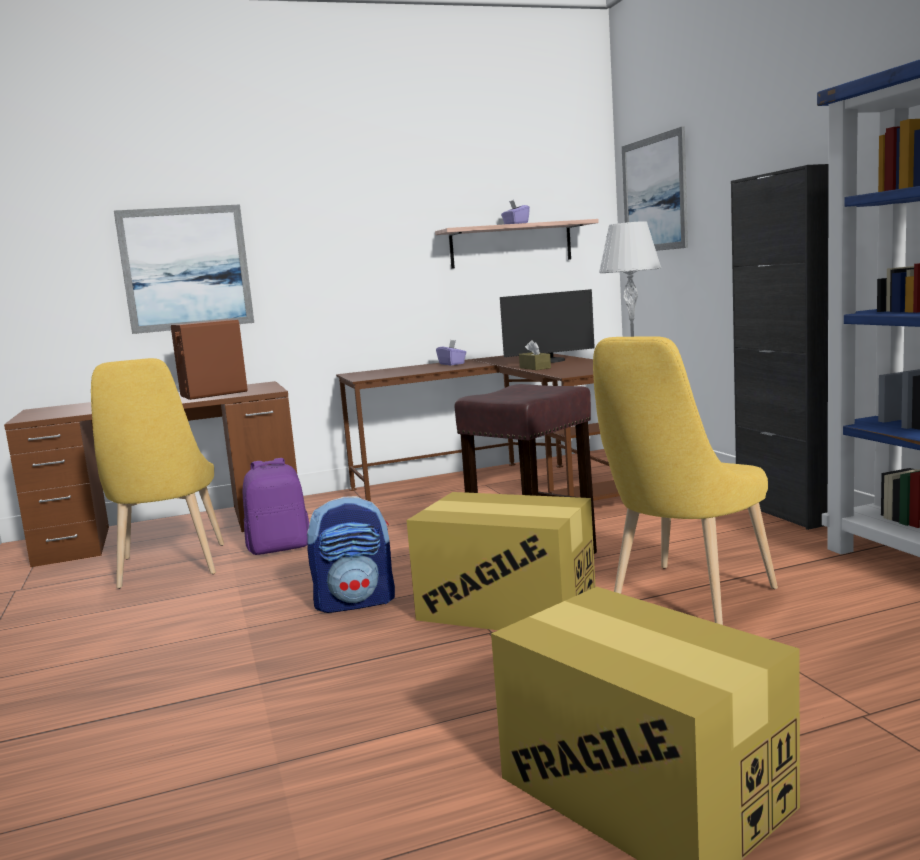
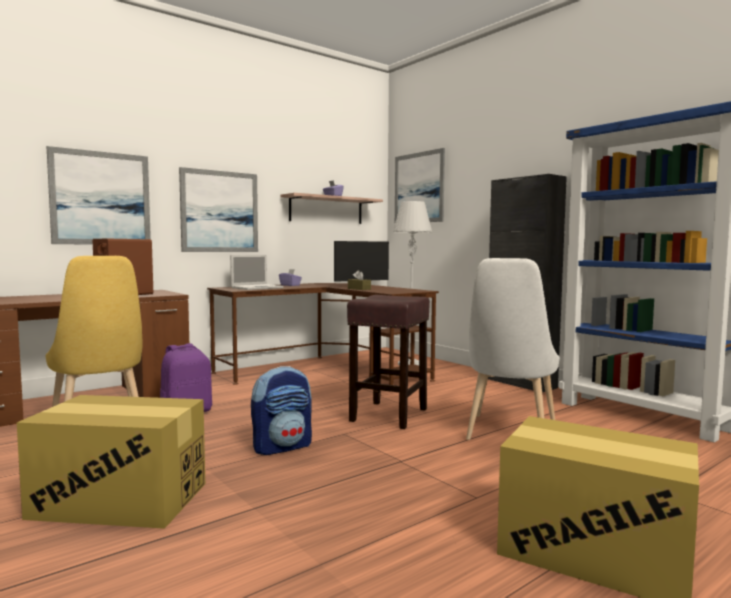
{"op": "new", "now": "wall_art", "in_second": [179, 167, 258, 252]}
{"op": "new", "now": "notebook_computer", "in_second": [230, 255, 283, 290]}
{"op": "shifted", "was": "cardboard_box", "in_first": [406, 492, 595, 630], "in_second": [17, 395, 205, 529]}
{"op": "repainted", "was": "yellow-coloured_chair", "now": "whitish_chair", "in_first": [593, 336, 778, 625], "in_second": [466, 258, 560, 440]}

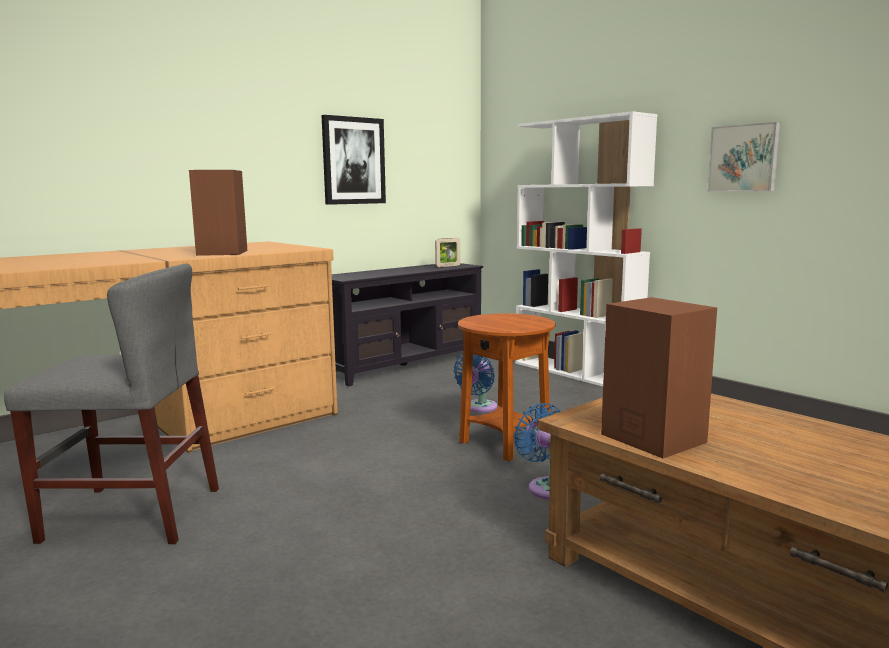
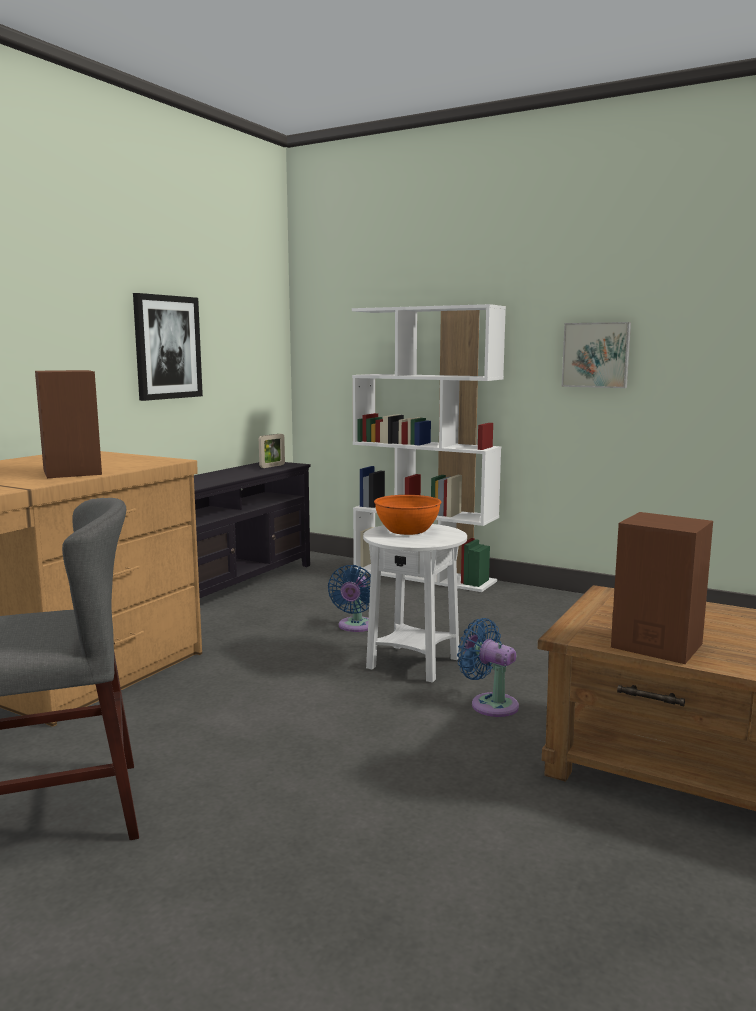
{"op": "new", "now": "orange-coloured_serving_bowl", "in_second": [374, 495, 441, 535]}
{"op": "repainted", "was": "brown_end_table", "now": "whitish_end_table", "in_first": [458, 313, 555, 461], "in_second": [363, 524, 467, 683]}

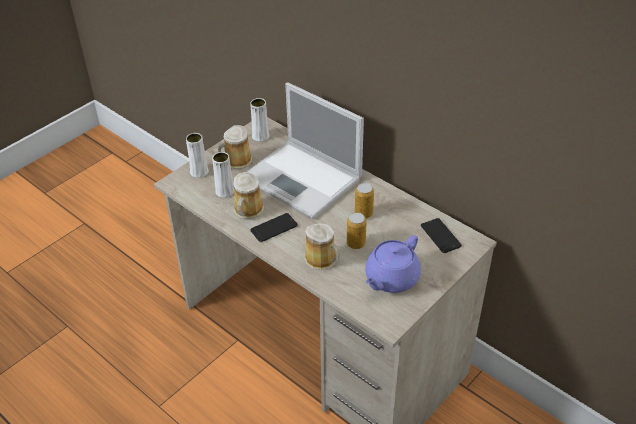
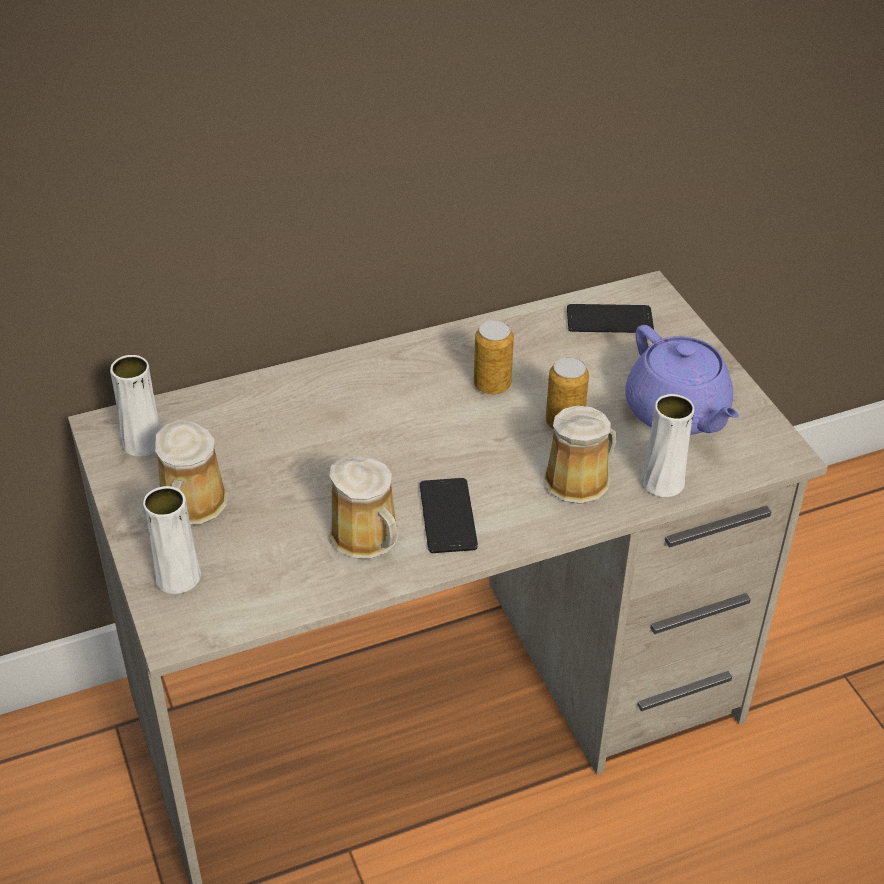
{"op": "gone", "was": "notebook_computer", "in_first": [247, 82, 364, 219]}
{"op": "shifted", "was": "whitish_flower_vase", "in_first": [212, 152, 234, 198], "in_second": [641, 394, 694, 497]}

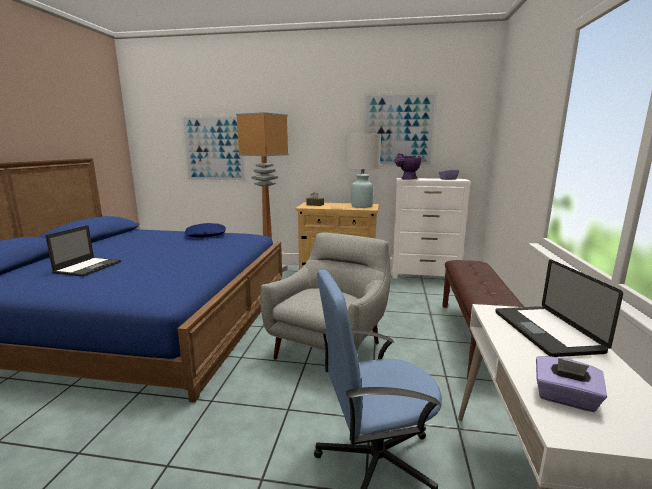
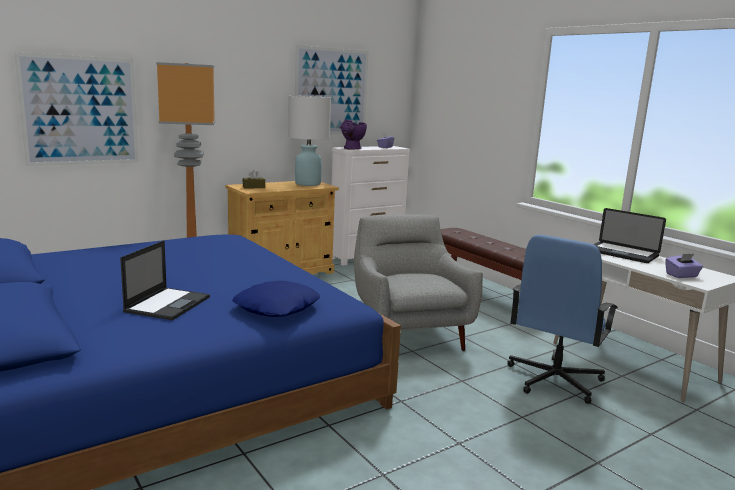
{"op": "shifted", "was": "bluish_throw_pillow", "in_first": [184, 223, 226, 238], "in_second": [232, 281, 320, 317]}
{"op": "rotated", "was": "notebook_computer", "in_first": [45, 225, 121, 277], "in_second": [120, 240, 210, 320], "clockwise": 45}

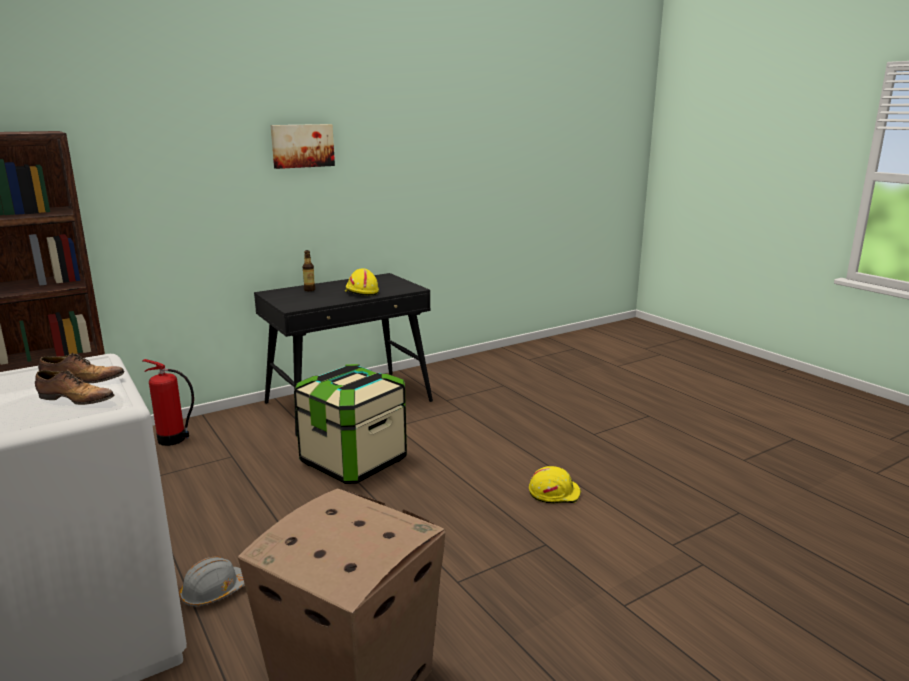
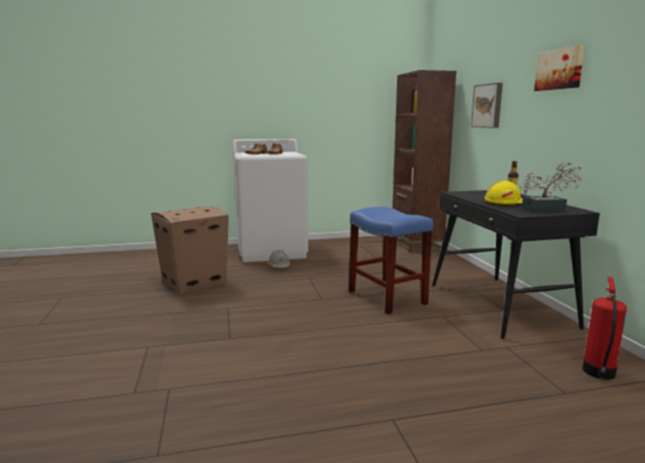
{"op": "gone", "was": "yellow-coloured_safety_helmet", "in_first": [529, 466, 581, 503]}
{"op": "new", "now": "wall_art", "in_second": [471, 83, 503, 128]}
{"op": "new", "now": "potted_plant", "in_second": [519, 162, 582, 213]}
{"op": "shifted", "was": "extinguisher", "in_first": [142, 359, 194, 446], "in_second": [582, 277, 627, 380]}
{"op": "swapped", "was": "storage_container", "now": "bluish_sitting_stool", "in_first": [294, 364, 407, 484], "in_second": [349, 207, 433, 315]}

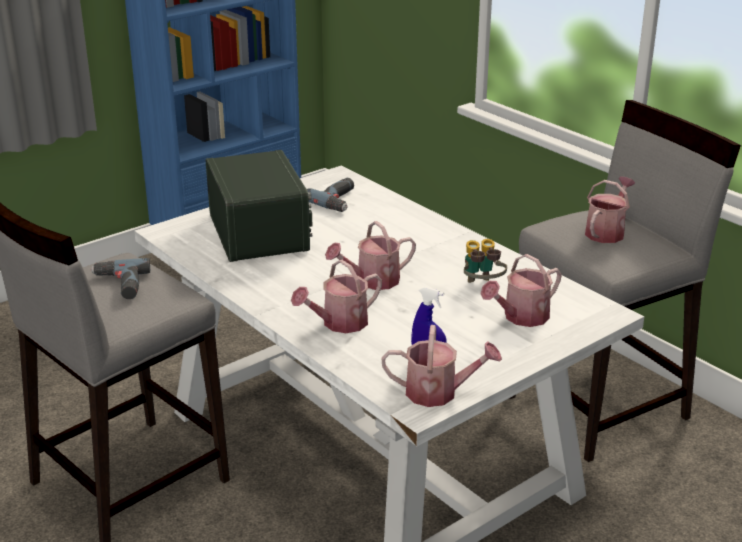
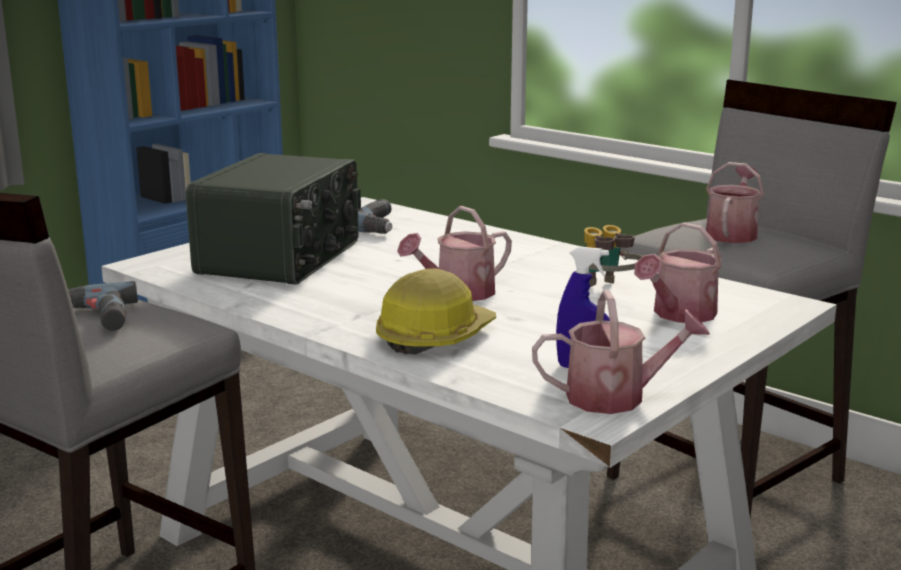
{"op": "swapped", "was": "watering_pot", "now": "safety_helmet", "in_first": [291, 260, 382, 333], "in_second": [376, 268, 496, 354]}
{"op": "rotated", "was": "radio_receiver", "in_first": [206, 150, 312, 262], "in_second": [186, 153, 361, 285], "clockwise": 45}

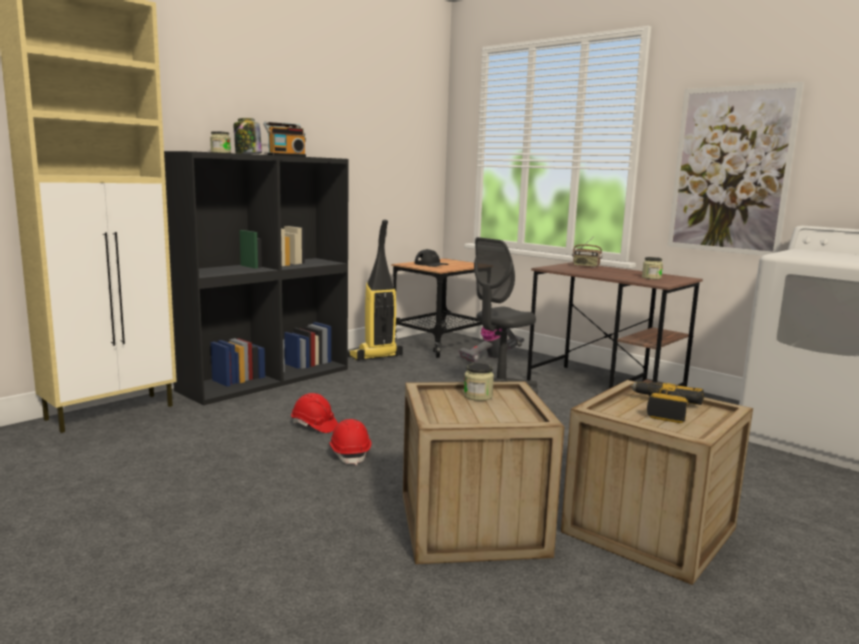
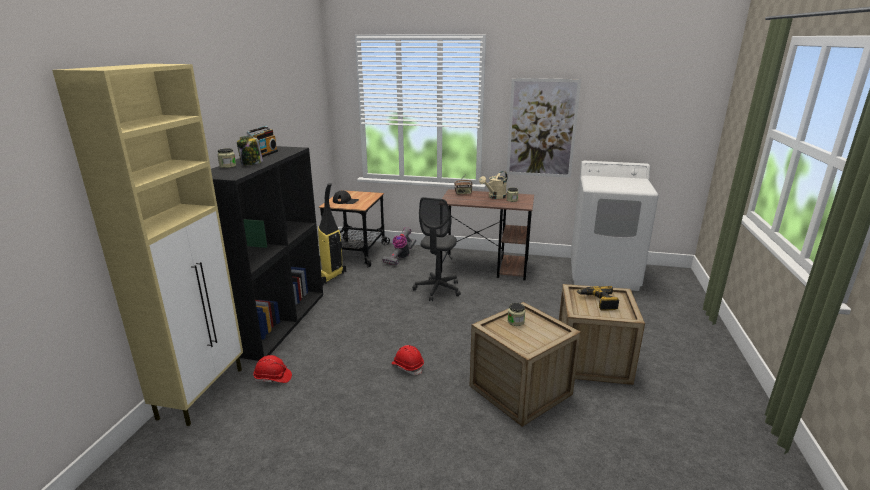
{"op": "new", "now": "beige_watering_pot", "in_second": [479, 171, 508, 199]}
{"op": "shifted", "was": "red-coloured_safety_helmet", "in_first": [291, 393, 338, 433], "in_second": [253, 355, 292, 383]}

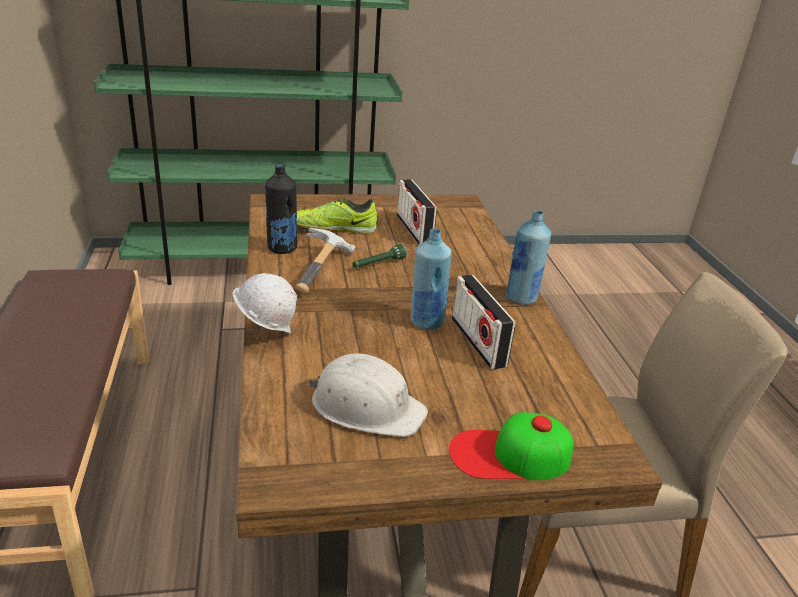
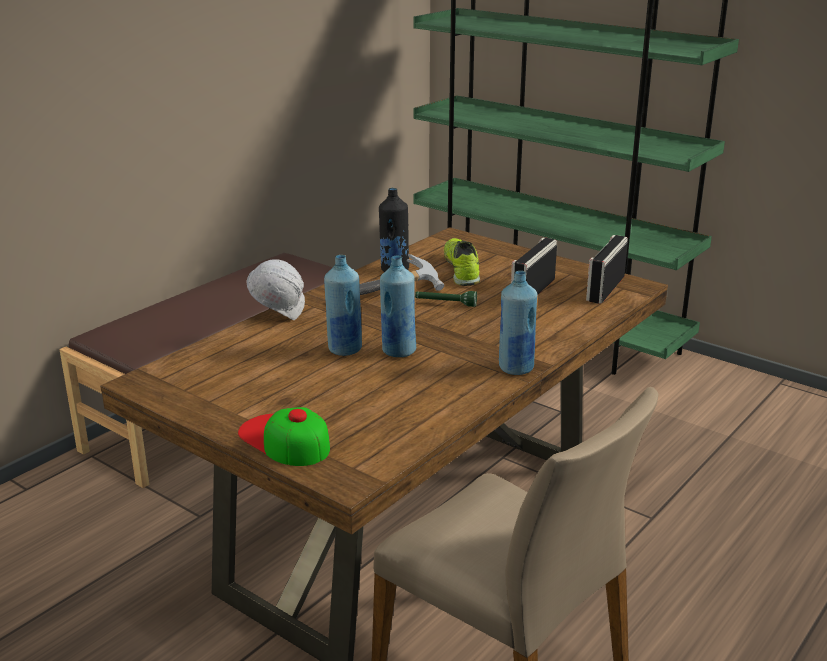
{"op": "gone", "was": "whitish_safety_helmet", "in_first": [308, 353, 428, 437]}
{"op": "new", "now": "bluish_drink_bottle", "in_second": [324, 255, 362, 356]}
{"op": "shifted", "was": "radio_receiver", "in_first": [452, 275, 515, 369], "in_second": [586, 235, 628, 304]}
{"op": "rotated", "was": "item_of_footwear", "in_first": [297, 198, 377, 234], "in_second": [444, 238, 480, 286], "clockwise": 45}

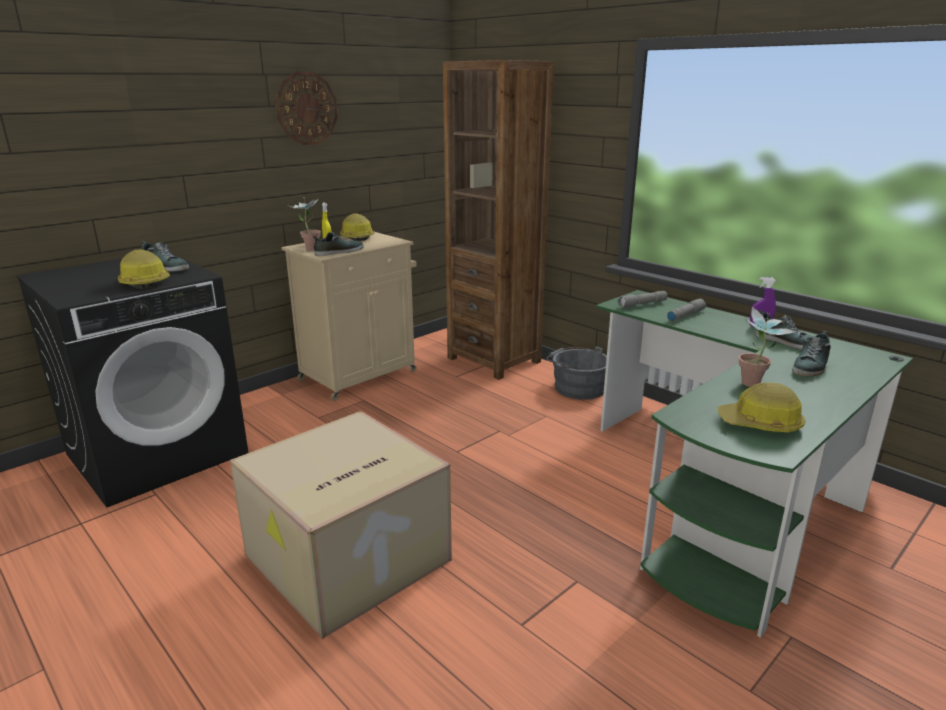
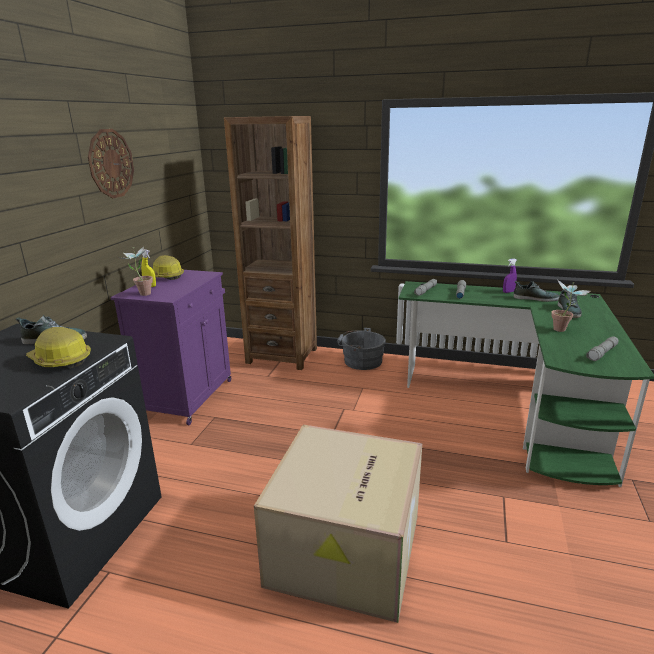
{"op": "gone", "was": "item_of_footwear", "in_first": [312, 232, 364, 256]}
{"op": "swapped", "was": "safety_helmet", "now": "greyish_torch", "in_first": [718, 382, 805, 432], "in_second": [586, 336, 618, 361]}
{"op": "repainted", "was": "beige_cabinet", "now": "purple-coloured_cabinet", "in_first": [281, 232, 417, 401], "in_second": [110, 270, 231, 425]}

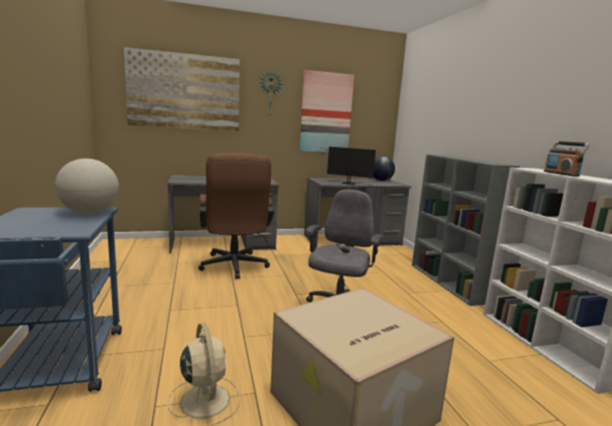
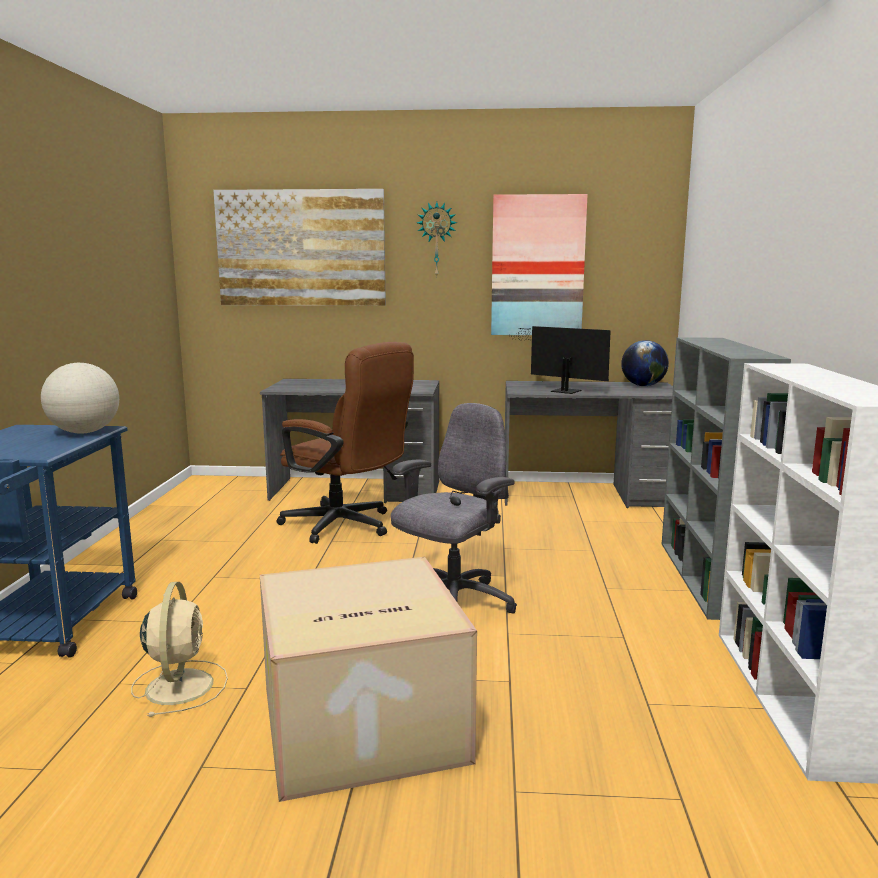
{"op": "gone", "was": "radio_receiver", "in_first": [544, 141, 590, 177]}
{"op": "rotated", "was": "brown_desk_chair", "in_first": [198, 153, 274, 279], "in_second": [276, 342, 414, 544], "clockwise": -60}

